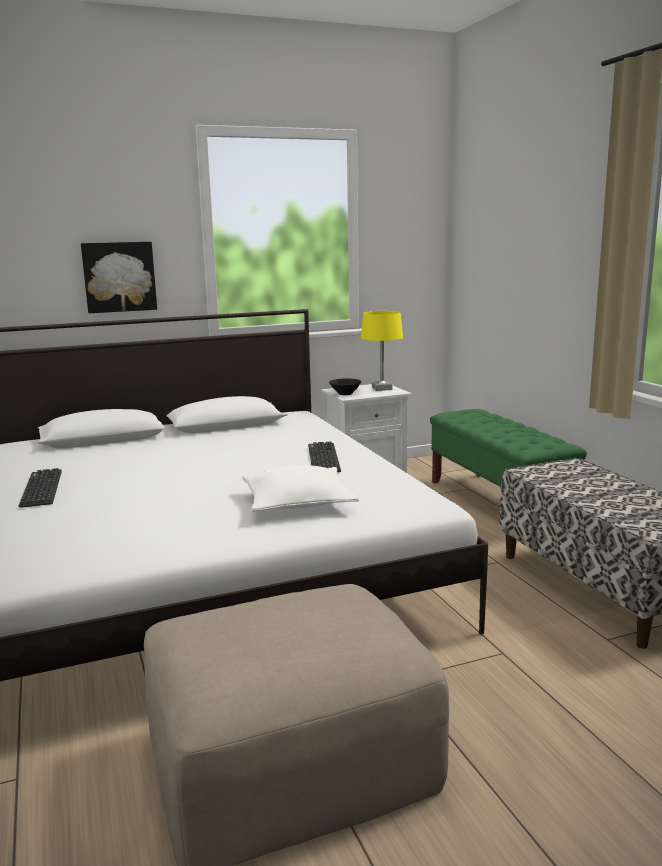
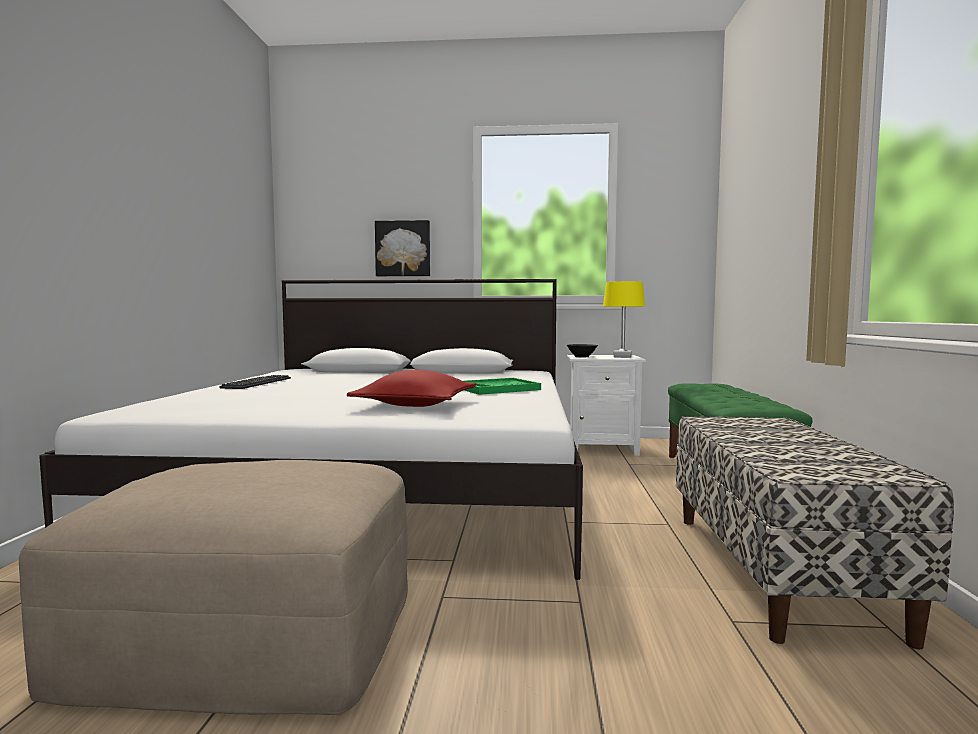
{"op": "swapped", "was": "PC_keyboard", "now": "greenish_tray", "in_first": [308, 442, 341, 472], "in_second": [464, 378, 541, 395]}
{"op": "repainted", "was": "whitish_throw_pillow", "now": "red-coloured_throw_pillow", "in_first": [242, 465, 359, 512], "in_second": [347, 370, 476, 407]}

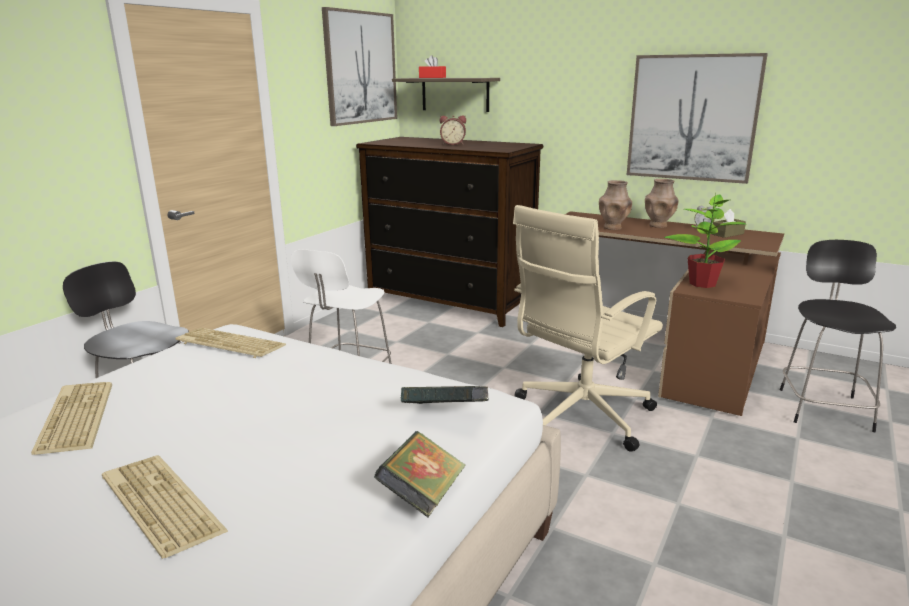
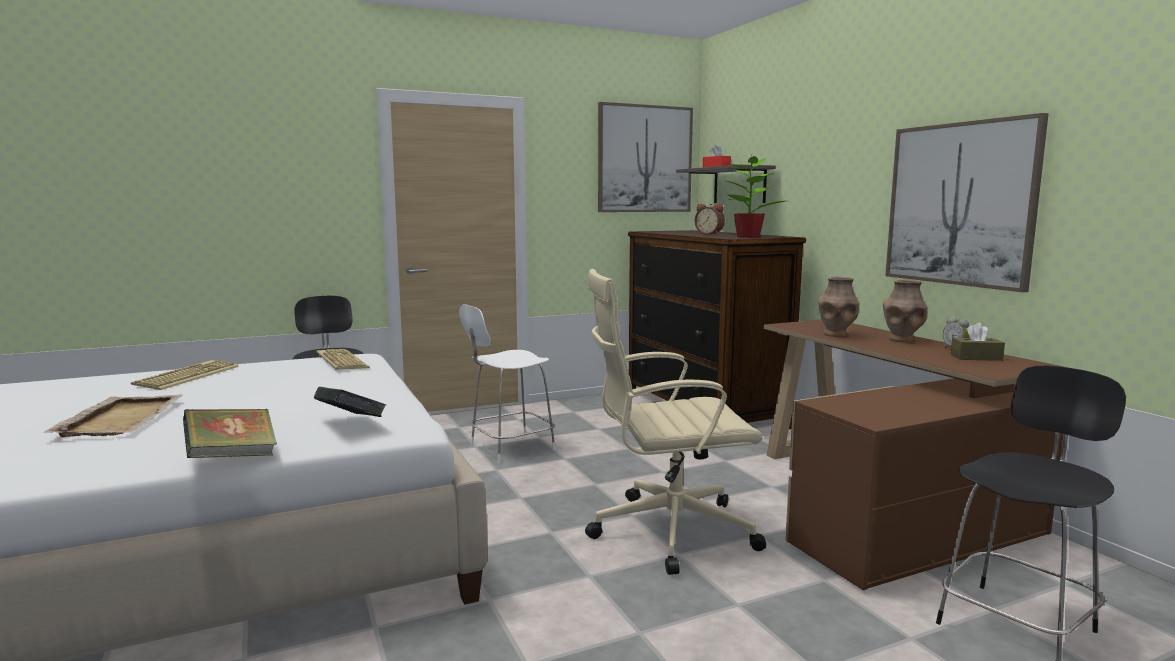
{"op": "shifted", "was": "potted_plant", "in_first": [664, 194, 746, 288], "in_second": [724, 155, 786, 238]}
{"op": "swapped", "was": "PC_keyboard", "now": "beige_tray", "in_first": [102, 456, 228, 559], "in_second": [43, 395, 182, 437]}

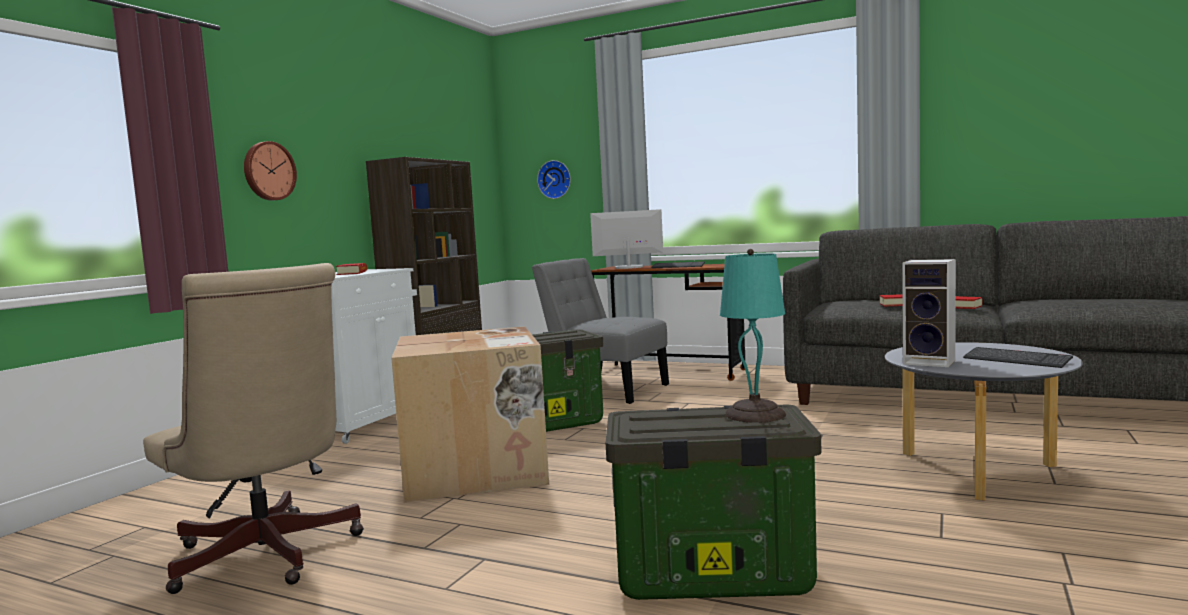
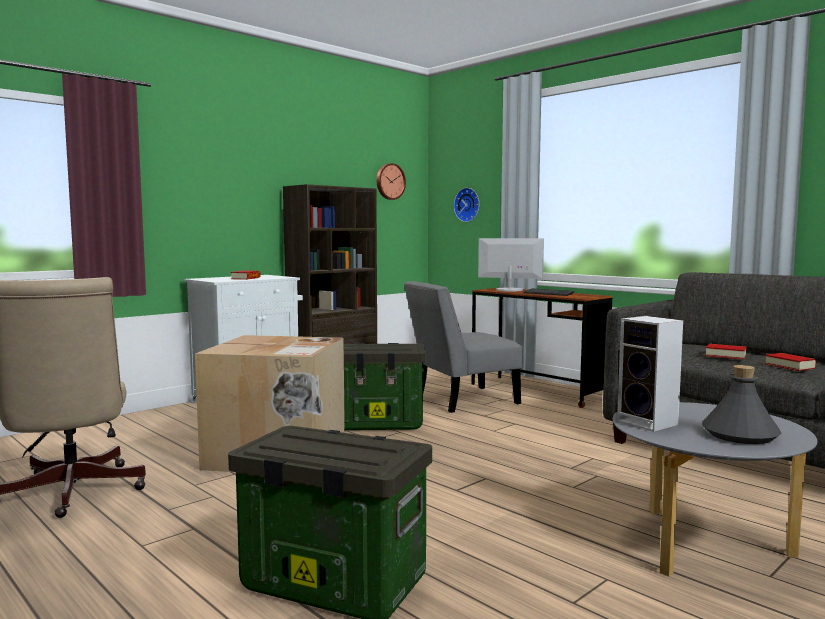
{"op": "gone", "was": "turquoise-coloured_lamp_for_a_table", "in_first": [720, 249, 786, 423]}
{"op": "shifted", "was": "hanging_clock", "in_first": [244, 141, 297, 201], "in_second": [377, 163, 406, 200]}
{"op": "swapped", "was": "PC_keyboard", "now": "greyish_drink_bottle", "in_first": [963, 347, 1073, 368], "in_second": [702, 365, 782, 444]}
{"op": "rotated", "was": "greyish_chair", "in_first": [532, 258, 669, 404], "in_second": [404, 281, 522, 413], "clockwise": -75}

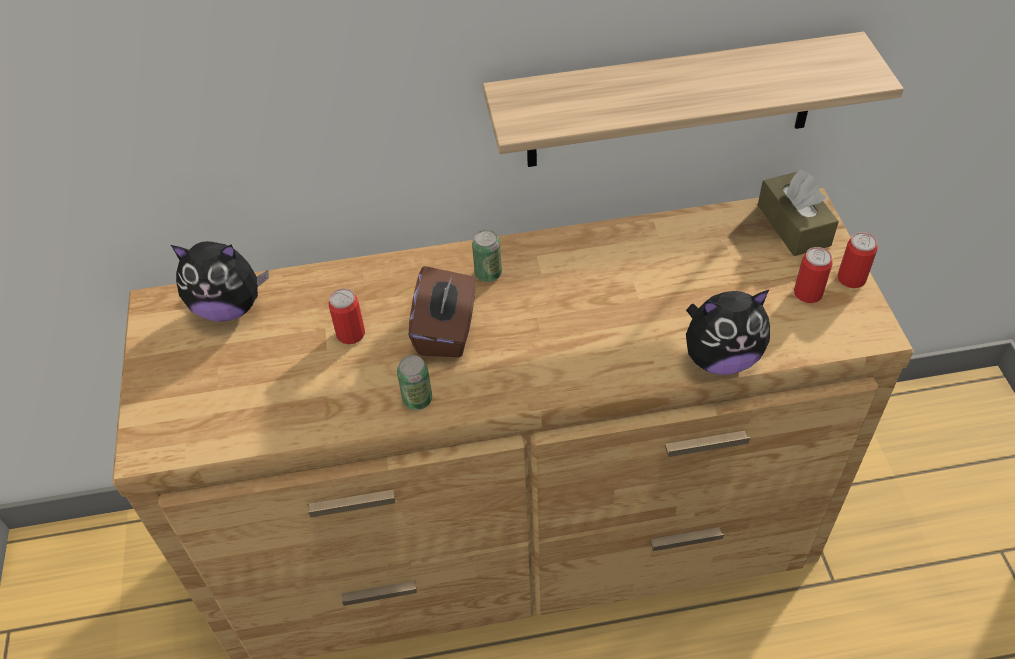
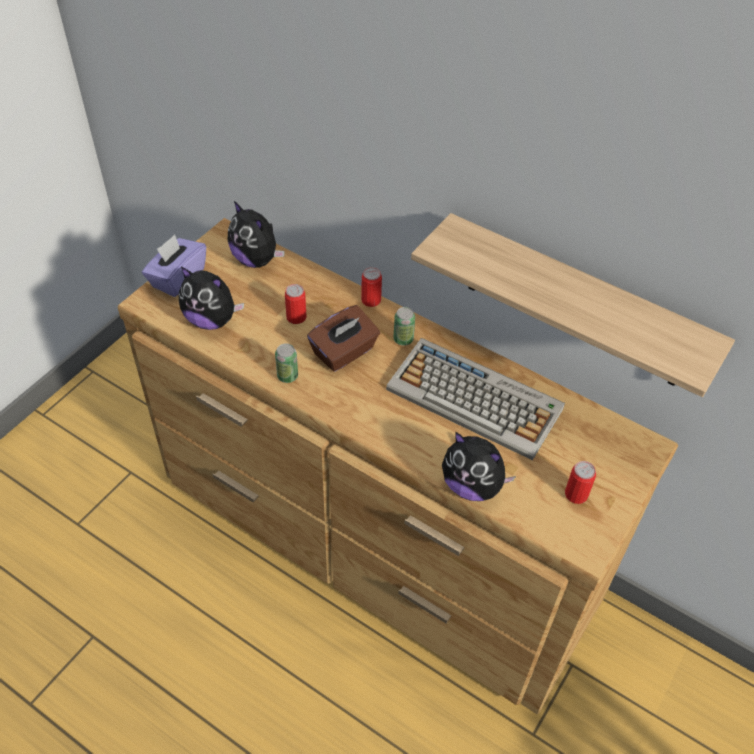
{"op": "gone", "was": "brown_box_of_tissues", "in_first": [758, 168, 839, 256]}
{"op": "new", "now": "purple-coloured_box_of_tissues", "in_second": [142, 234, 206, 297]}
{"op": "new", "now": "soft_toy", "in_second": [179, 267, 244, 330]}
{"op": "new", "now": "PC_keyboard", "in_second": [386, 338, 565, 460]}
{"op": "shifted", "was": "can", "in_first": [838, 232, 878, 288], "in_second": [361, 267, 382, 307]}

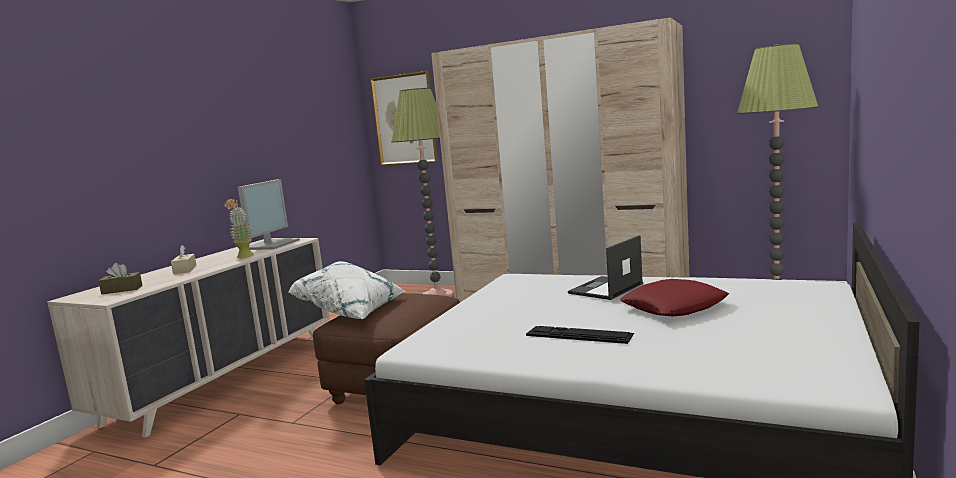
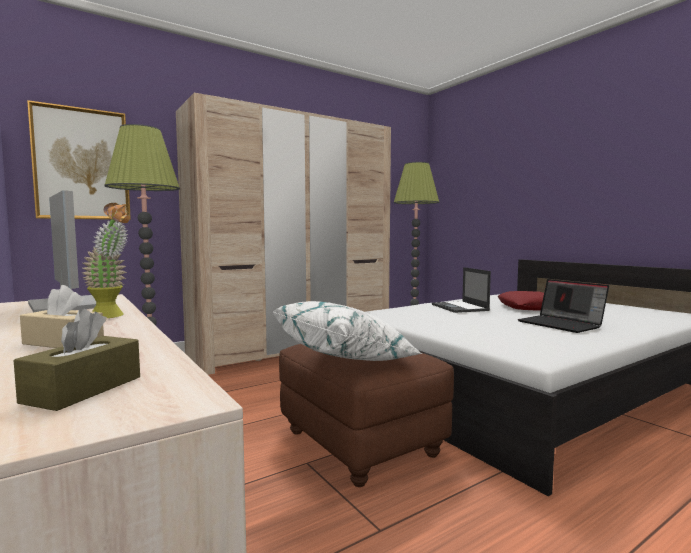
{"op": "swapped", "was": "PC_keyboard", "now": "notebook_computer", "in_first": [526, 326, 634, 344], "in_second": [517, 279, 609, 333]}

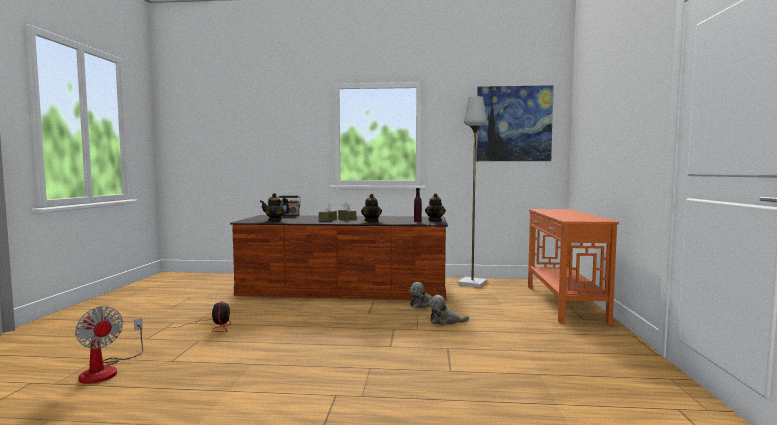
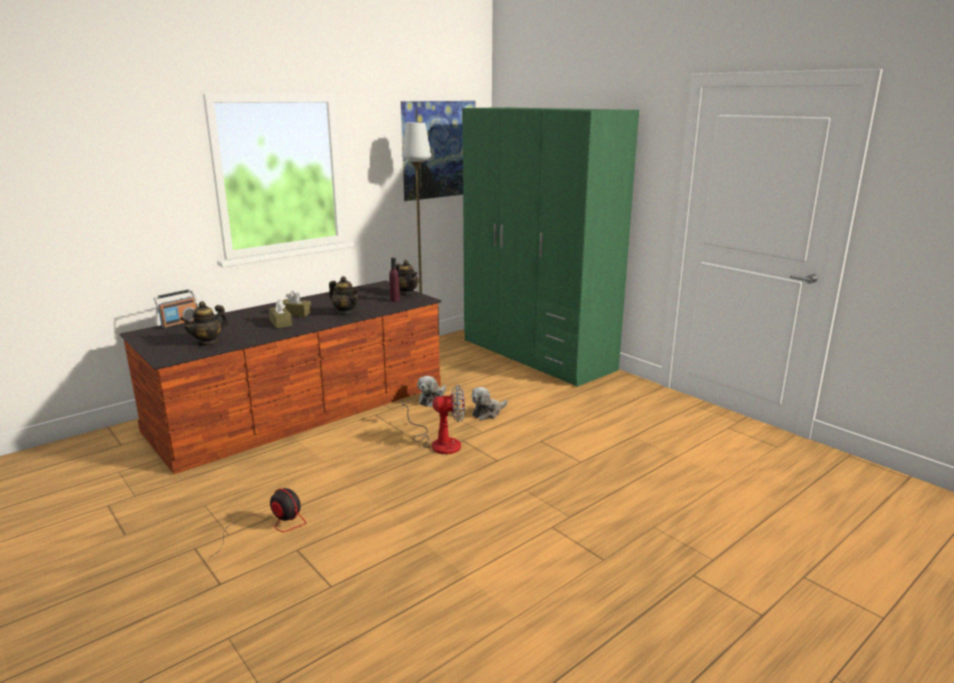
{"op": "shifted", "was": "cooling_fan", "in_first": [75, 306, 143, 384], "in_second": [402, 385, 465, 454]}
{"op": "swapped", "was": "orange-coloured_console_table", "now": "greenish_armoire", "in_first": [528, 209, 619, 325], "in_second": [463, 107, 639, 387]}

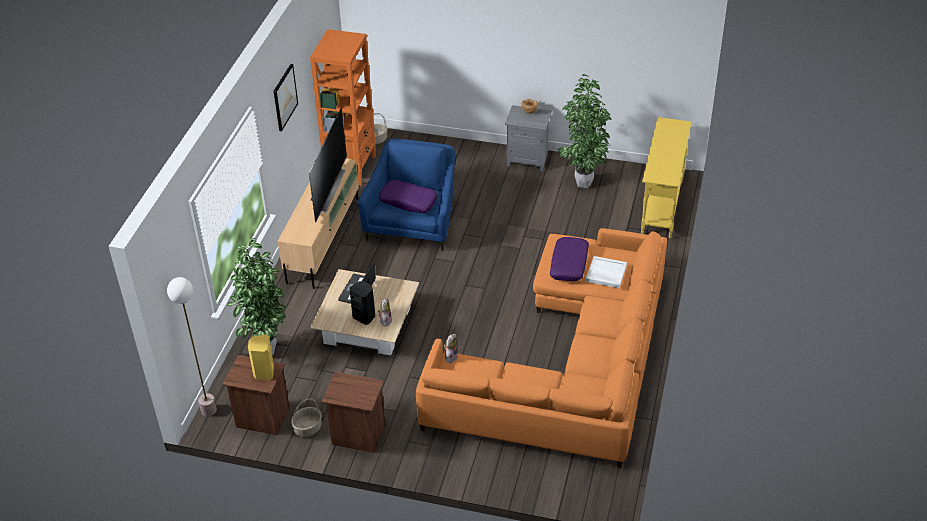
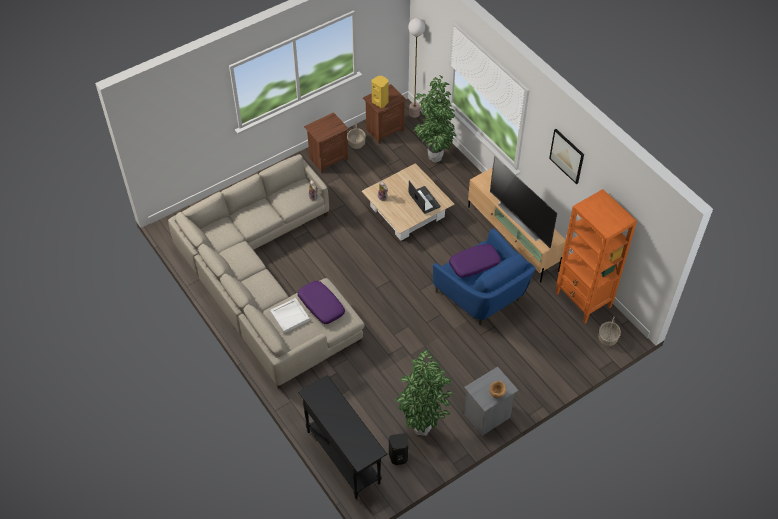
{"op": "shifted", "was": "blackish_speaker", "in_first": [350, 281, 375, 325], "in_second": [389, 433, 408, 465]}
{"op": "repainted", "was": "orange-coloured_couch", "now": "beige_couch", "in_first": [416, 228, 667, 468], "in_second": [168, 154, 365, 388]}
{"op": "repainted", "was": "yellow-coloured_console_table", "now": "blackish_console_table", "in_first": [641, 117, 691, 238], "in_second": [298, 375, 387, 499]}

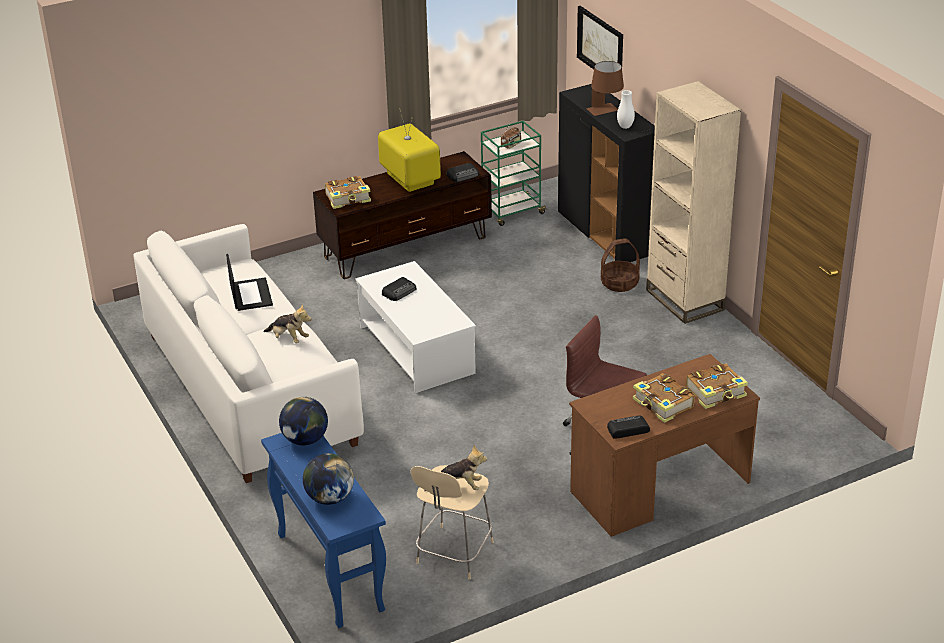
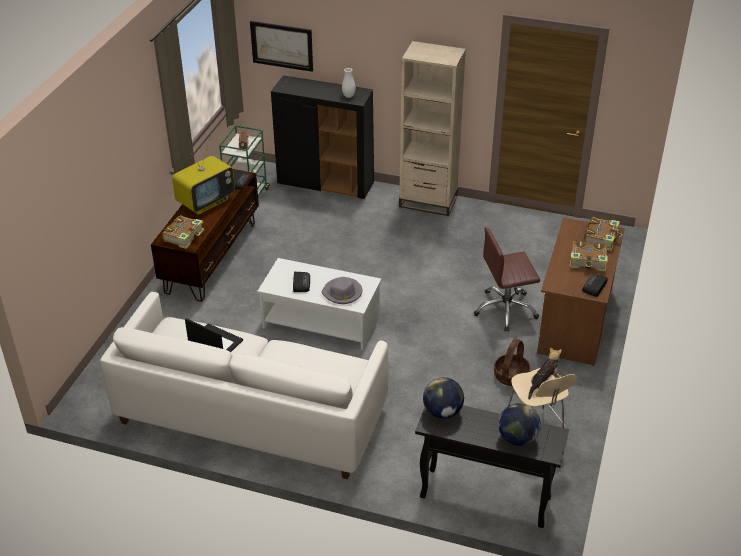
{"op": "gone", "was": "soft_toy", "in_first": [263, 303, 312, 343]}
{"op": "gone", "was": "brown_lamp_for_a_table", "in_first": [586, 61, 624, 116]}
{"op": "new", "now": "greyish_wearable_hat", "in_second": [322, 277, 362, 304]}
{"op": "shifted", "was": "storage_basket", "in_first": [601, 238, 640, 292], "in_second": [494, 338, 530, 386]}
{"op": "repainted", "was": "bluish_console_table", "now": "blackish_console_table", "in_first": [261, 433, 386, 628], "in_second": [415, 405, 569, 528]}
{"op": "rotated", "was": "television", "in_first": [378, 109, 441, 192], "in_second": [172, 145, 235, 215], "clockwise": 120}

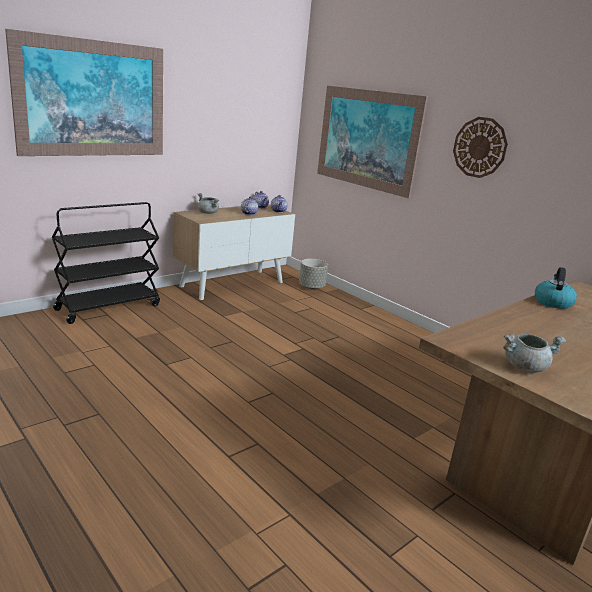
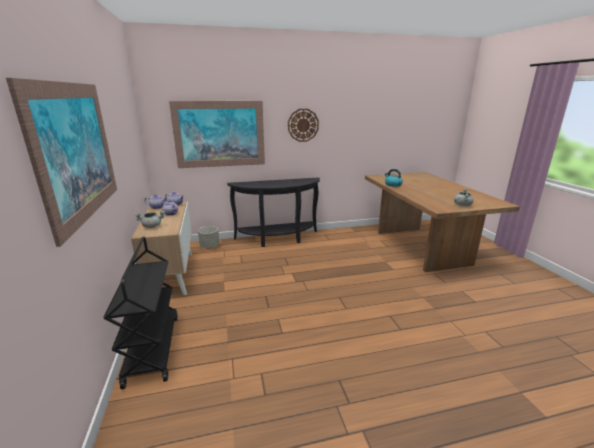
{"op": "new", "now": "blackish_console_table", "in_second": [227, 178, 320, 247]}

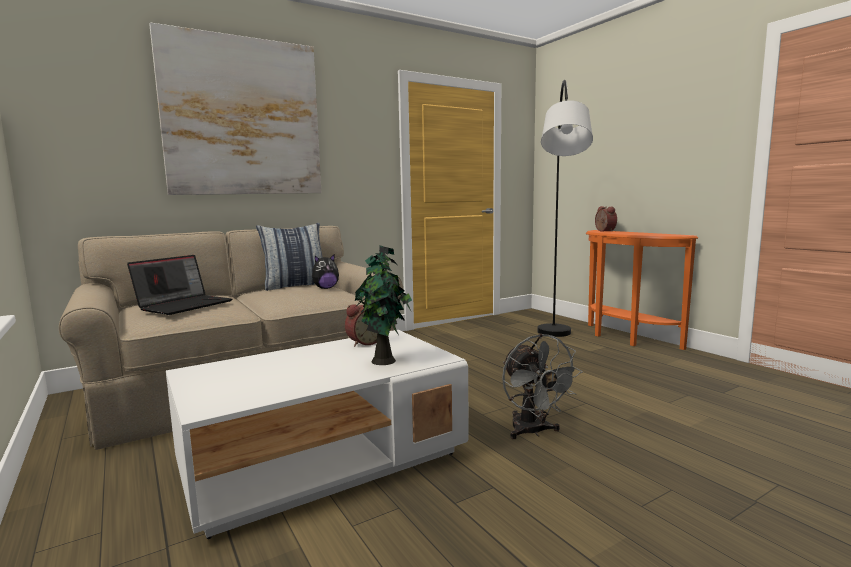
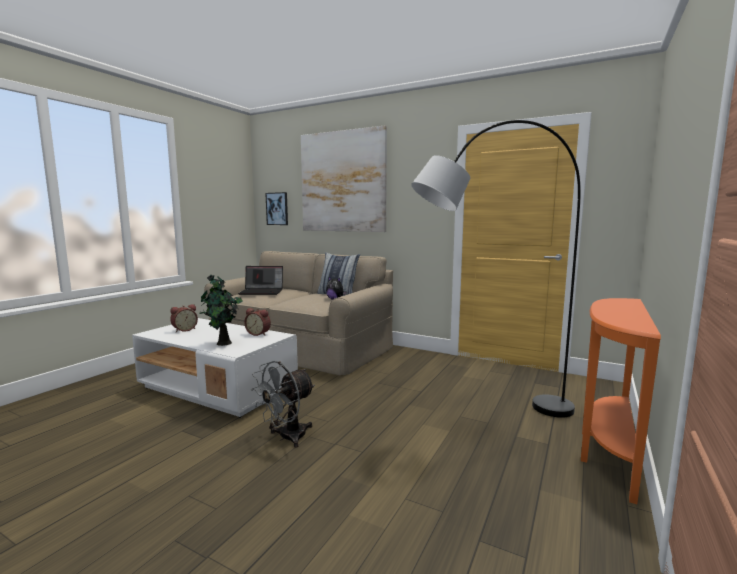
{"op": "new", "now": "wall_art", "in_second": [265, 192, 288, 225]}
{"op": "shifted", "was": "bedside_clock", "in_first": [595, 206, 617, 232], "in_second": [170, 304, 198, 332]}

